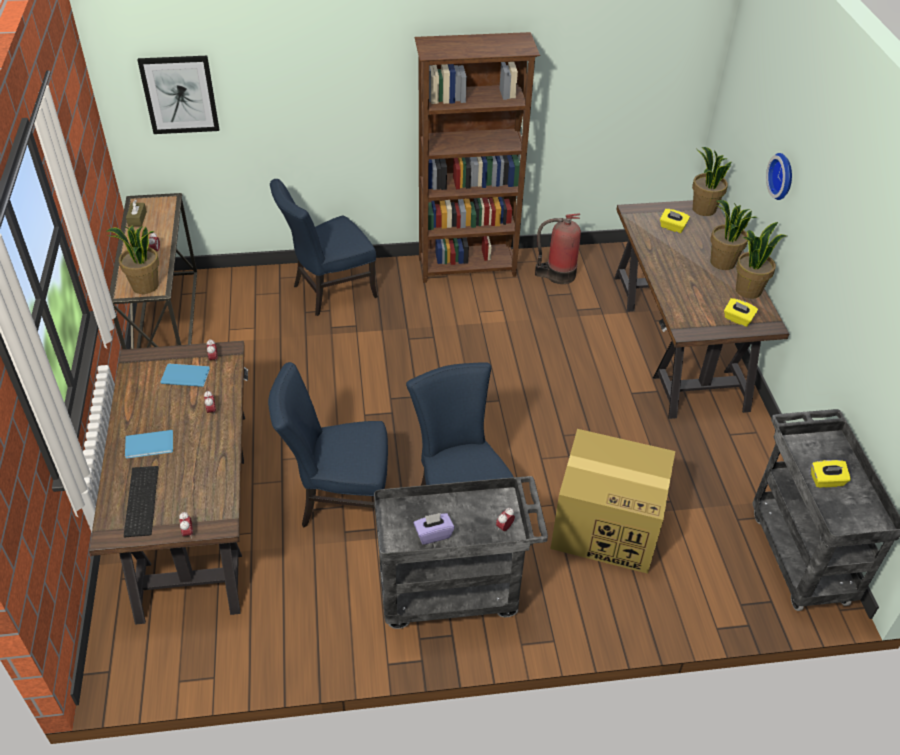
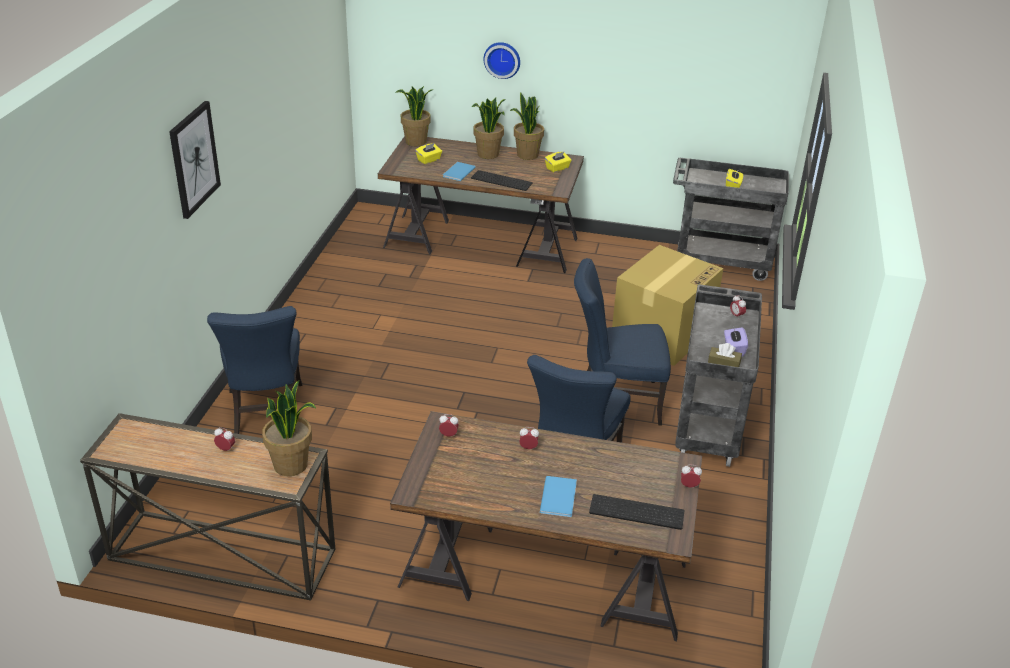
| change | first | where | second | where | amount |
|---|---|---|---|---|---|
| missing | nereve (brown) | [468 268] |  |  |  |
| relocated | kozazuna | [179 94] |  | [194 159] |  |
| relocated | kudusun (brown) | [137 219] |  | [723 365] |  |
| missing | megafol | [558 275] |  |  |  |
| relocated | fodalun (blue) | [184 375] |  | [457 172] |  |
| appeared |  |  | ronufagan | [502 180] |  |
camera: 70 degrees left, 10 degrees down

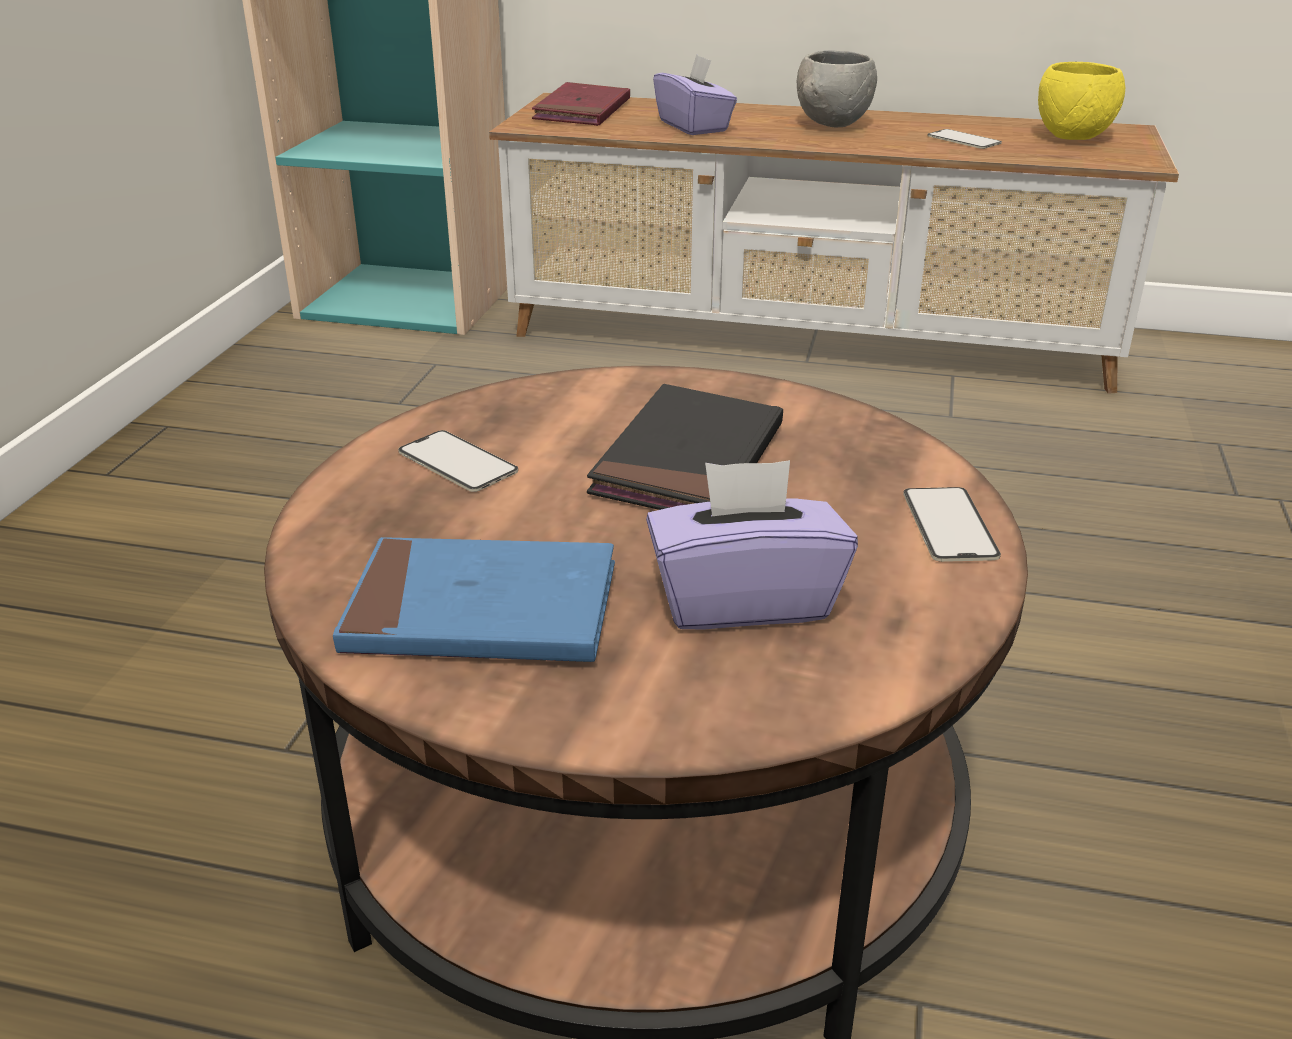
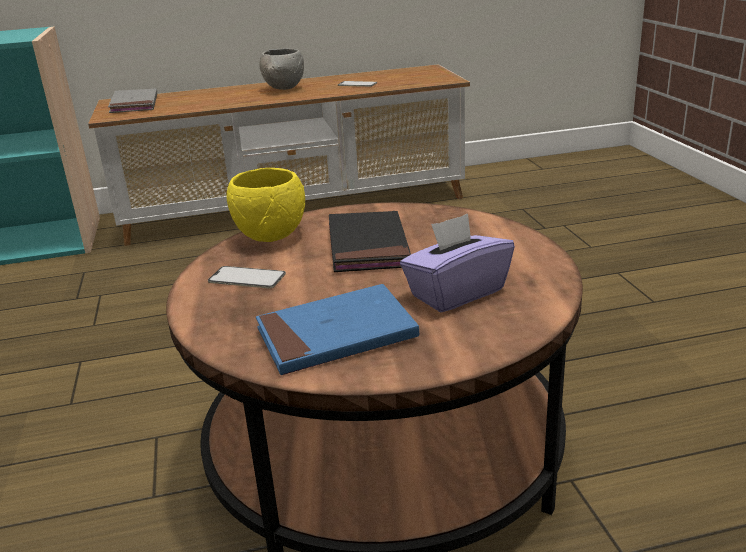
| change | first | where | second | where | amount |
|---|---|---|---|---|---|
| missing | kudusun (purple) | [694 126] |  |  |  |
| relocated | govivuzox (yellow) | [1074 138] |  | [272 237] |  |
| colour | fodalun (red) | [582 111] | fodalun (grey) | [134 104] |  |
| missing | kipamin | [949 525] |  |  |  |
camera: 25 degrees left, 5 degrees down

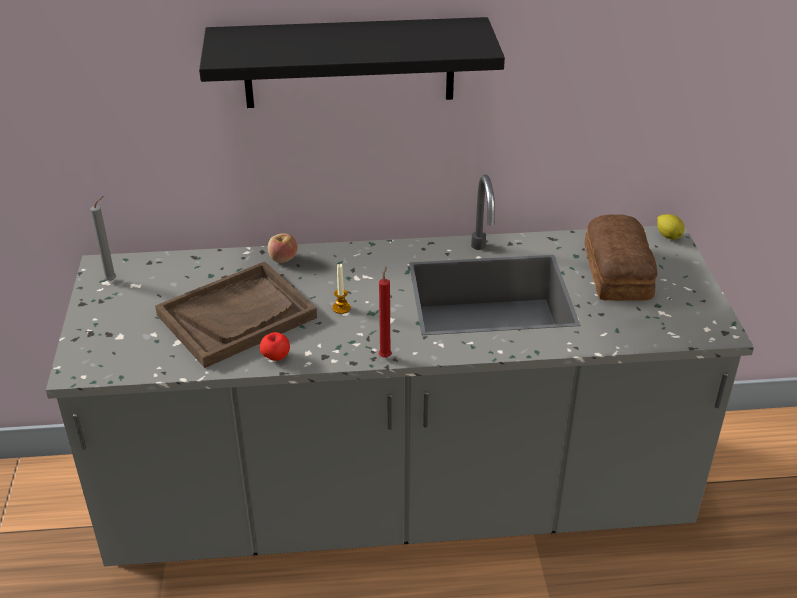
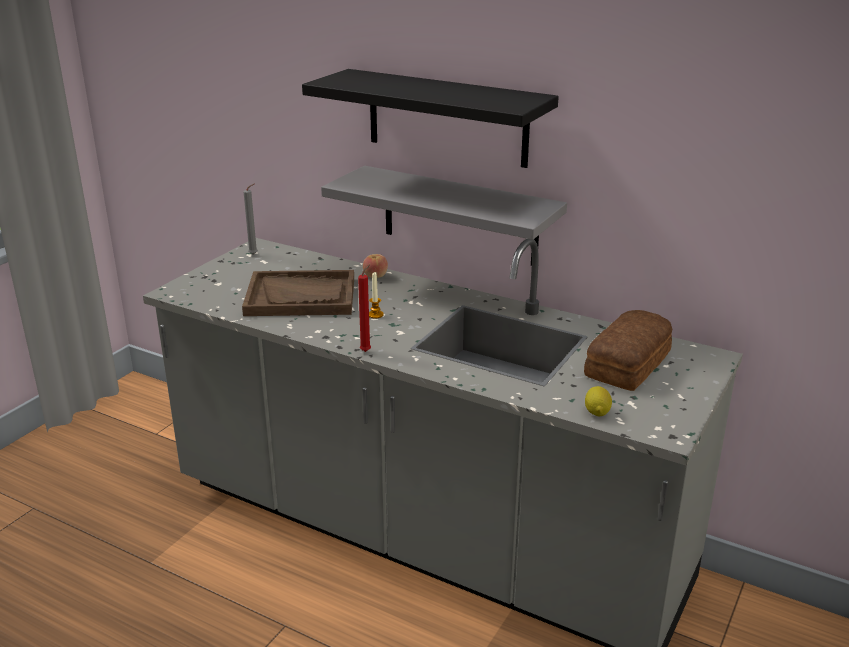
| change | first | where | second | where | amount |
|---|---|---|---|---|---|
| relocated | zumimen | [668 236] |  | [597 412] |  |
| missing | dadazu | [275 357] |  |  |  |
| appeared |  |  | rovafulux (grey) | [459 216] |  |
camera: 35 degrees right, 10 degrees down

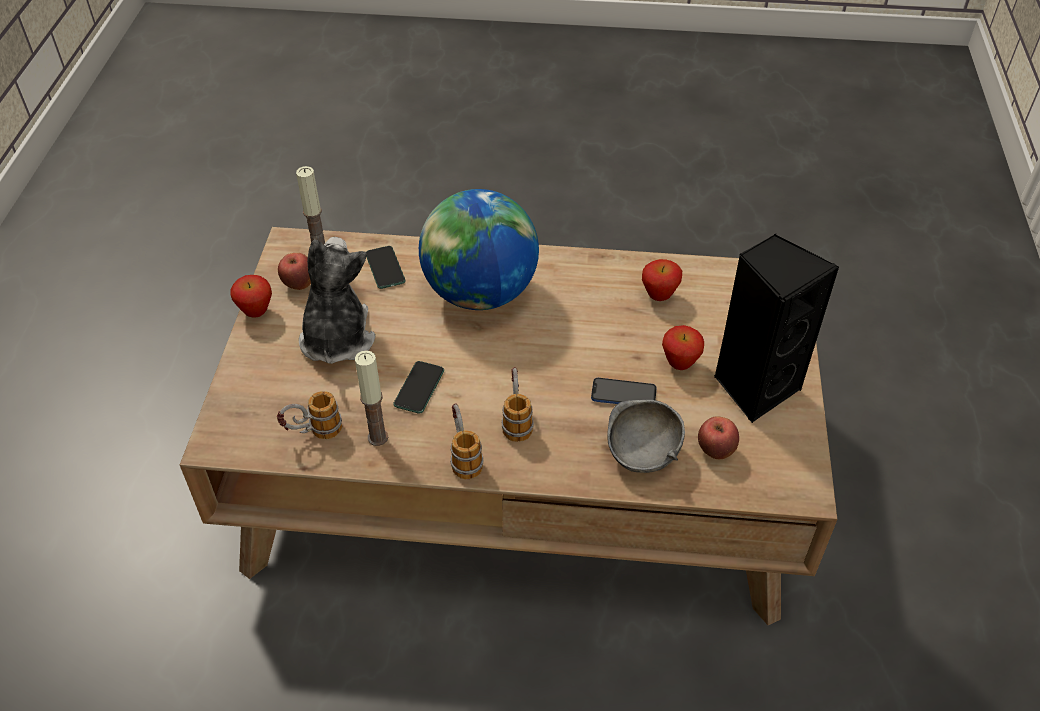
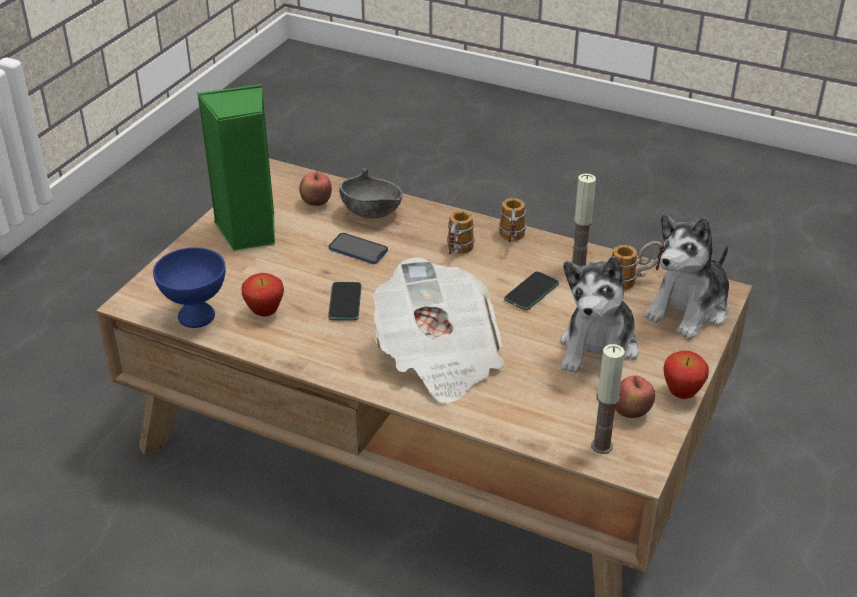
| change | first | where | second | where | amount |
|---|---|---|---|---|---|
| exchanged | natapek | [480 293] | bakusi | [438 357] |  |
| colour | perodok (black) | [754 386] | perodok (green) | [248 232] |  |
| relocated | kipamin | [385 268] |  | [345 302] |  |
| missing | dadazu | [679 364] |  |  |  |
| appeared |  |  | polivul | [689 310] |  |
| appeared |  |  | govivuzox (blue) | [197 316] |  |
camera: 160 degrees left, 10 degrees down

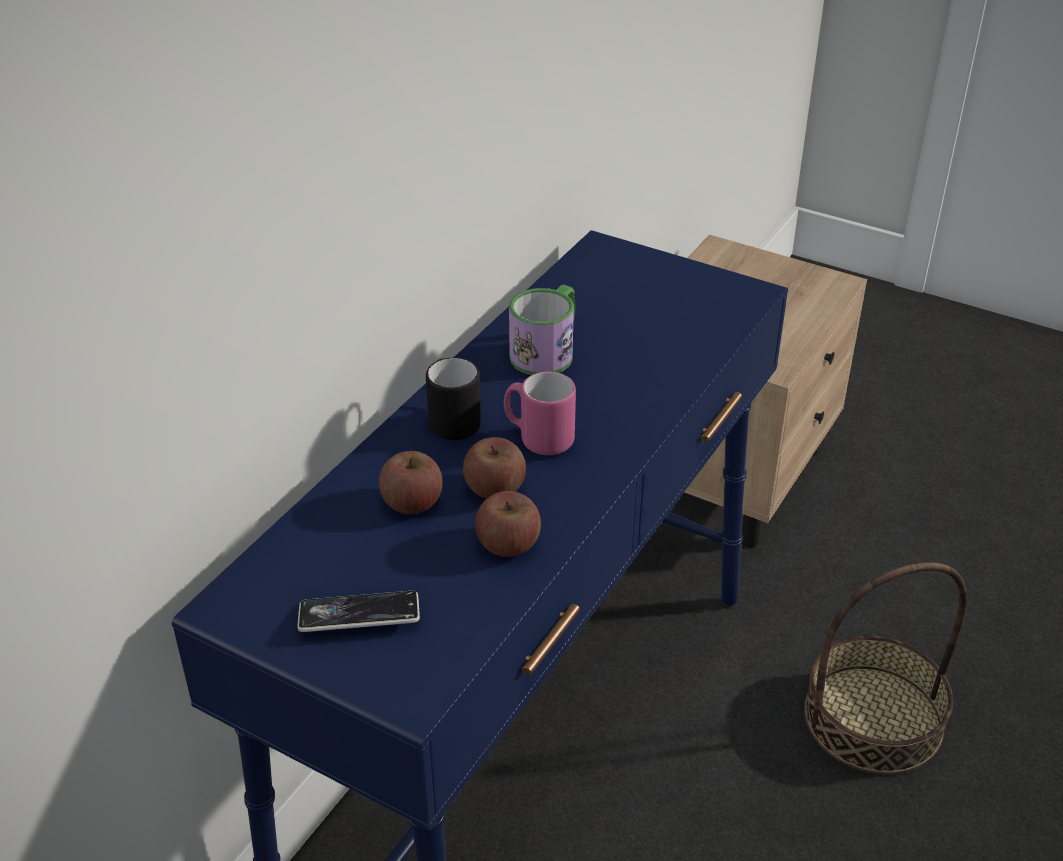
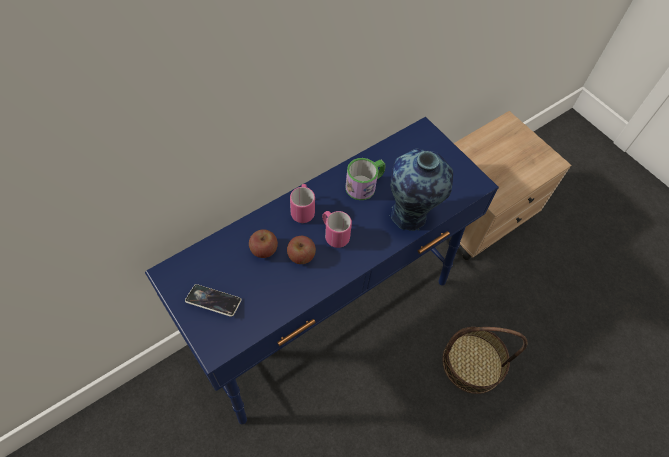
| change | first | where | second | where | amount |
|---|---|---|---|---|---|
| colour | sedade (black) | [451 420] | sedade (pink) | [303 210] |  |
| missing | dadazu | [508 544] |  |  |  |
| appeared |  |  | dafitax | [410 217] |  |
camera: 20 degrees right, 20 degrees up

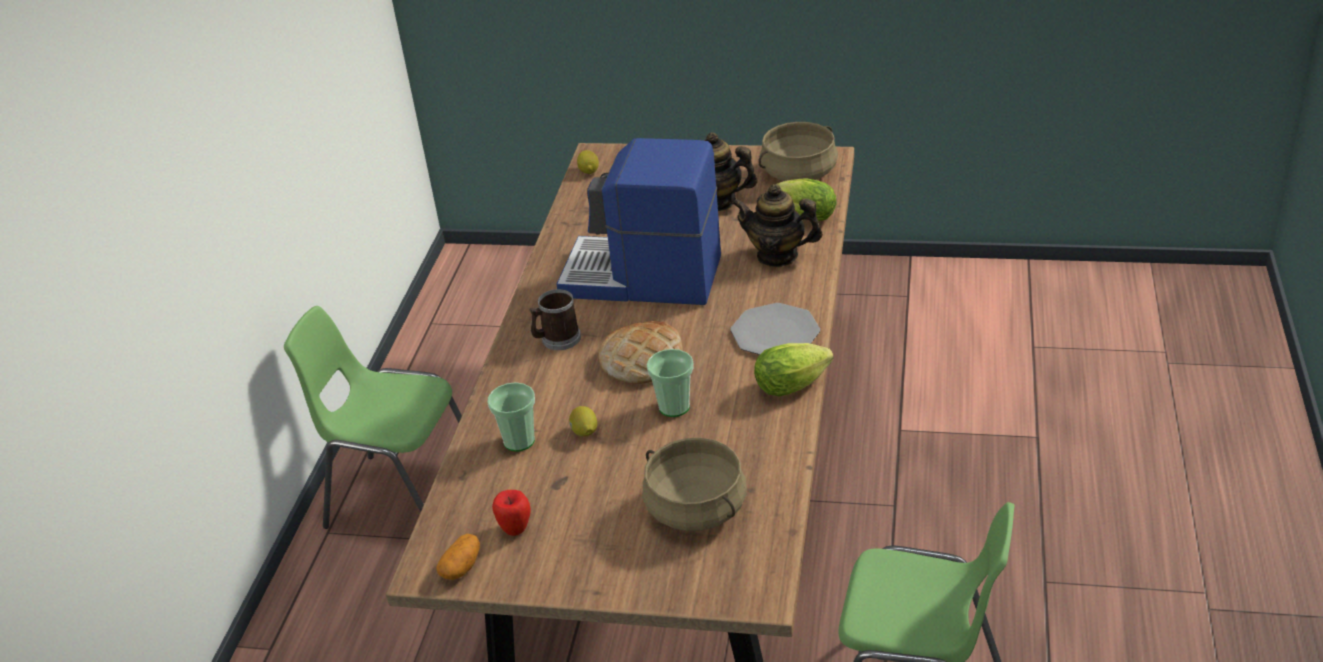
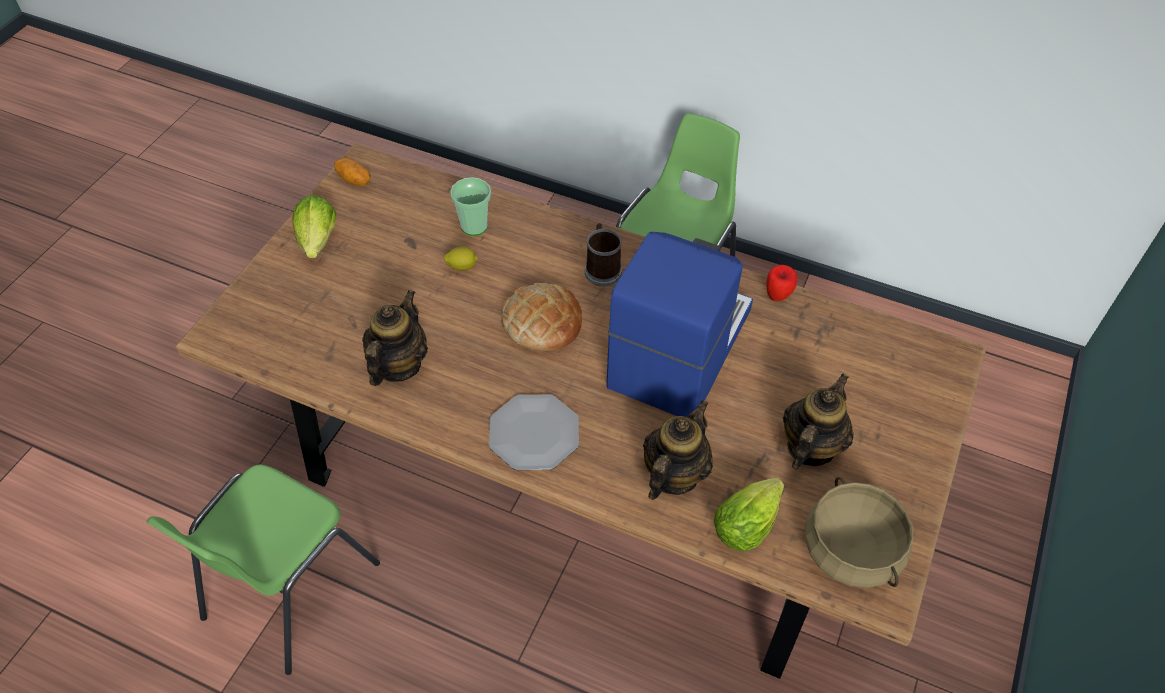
| change | first | where | second | where | amount |
|---|---|---|---|---|---|
| missing | zumimen | [589 171] |  |  |  |
| relocated | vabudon | [795 384] |  | [317 244] |  |
| missing | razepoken | [674 407] |  |  |  |
| missing | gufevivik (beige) | [695 509] |  |  |  |
| relocated | dadazu | [515 529] |  | [777 296] |  |
| appeared |  |  | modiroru | [398 365] |  |
camera: 100 degrees right, 15 degrees up

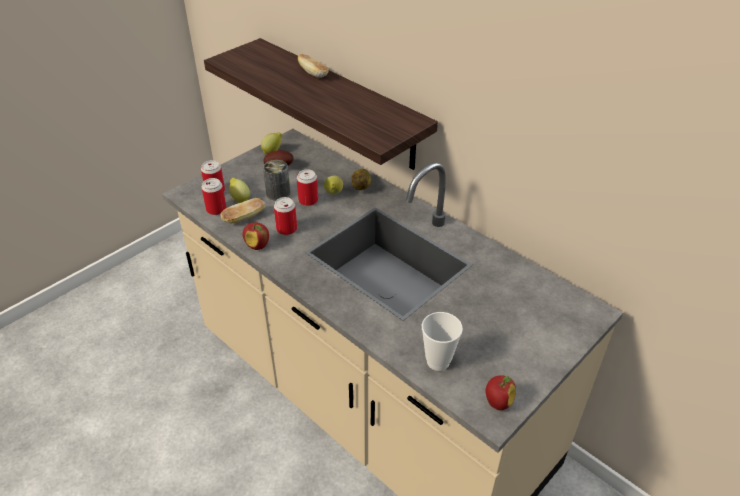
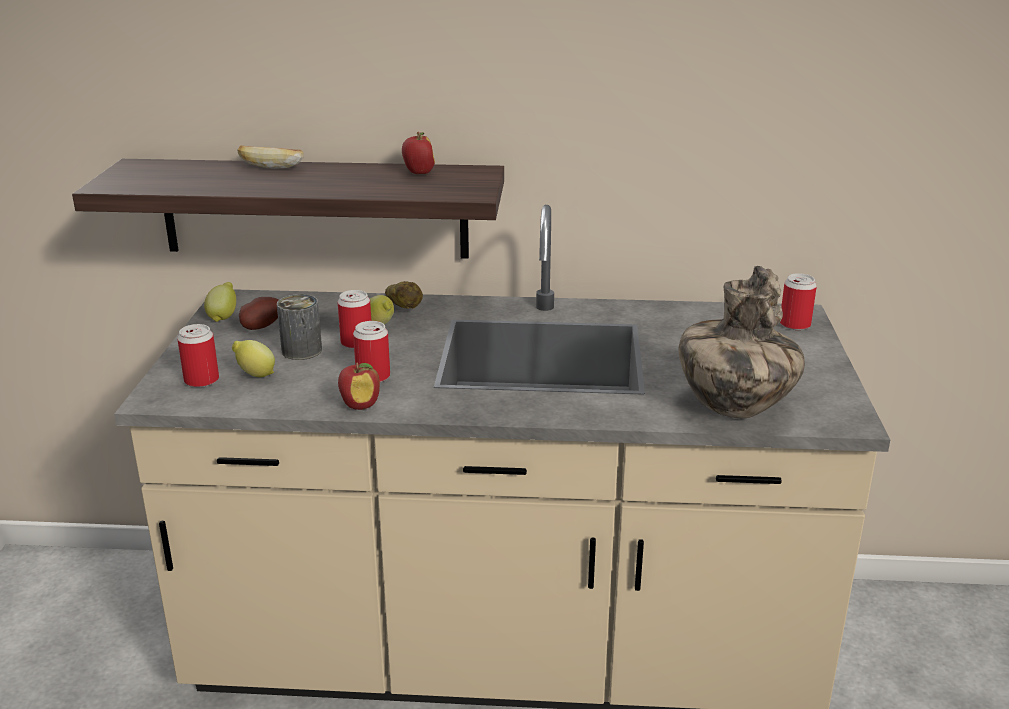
| change | first | where | second | where | amount |
|---|---|---|---|---|---|
| relocated | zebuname | [216 209] |  | [794 324] |  |
| missing | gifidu | [244 218] |  |  |  |
| exchanged | razepoken | [438 361] | dafitax | [733 407] |  |
| relocated | dadazu | [497 402] |  | [418 173] |  |
camera: 40 degrees left, 15 degrees down

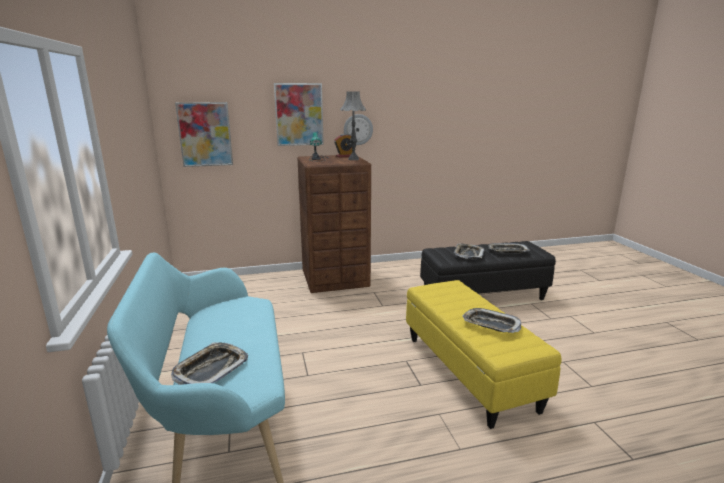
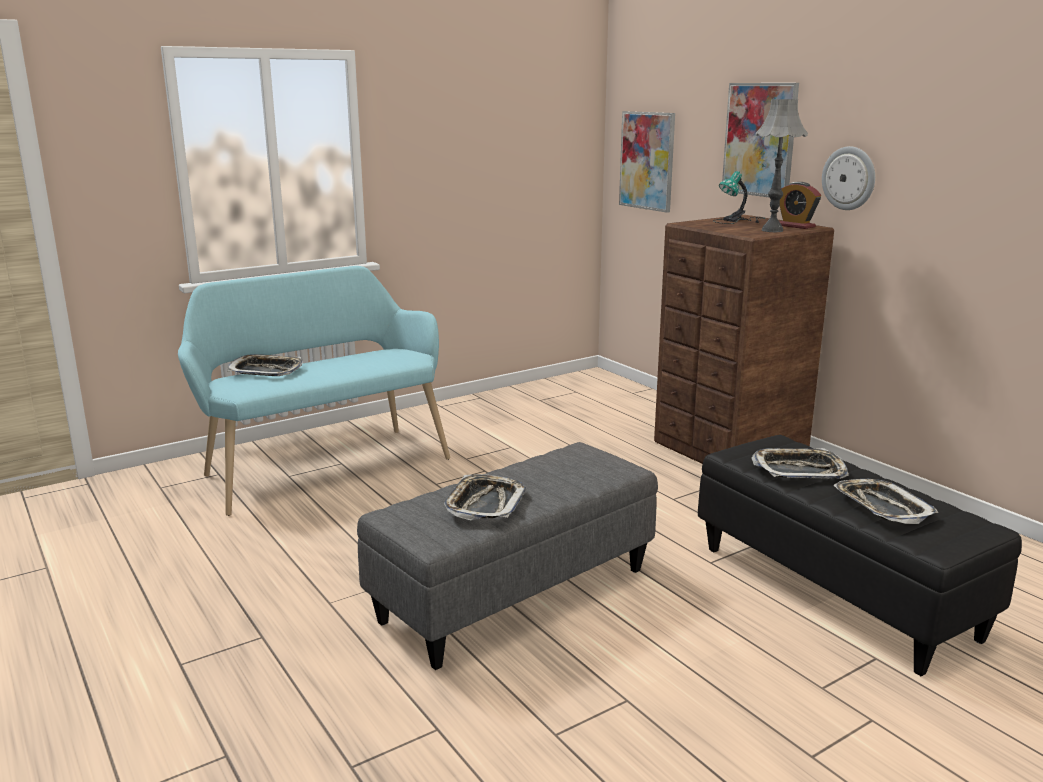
| change | first | where | second | where | amount |
|---|---|---|---|---|---|
| colour | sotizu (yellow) | [467 373] | sotizu (grey) | [514 595] |  |
camera: 70 degrees right, 0 degrees up

